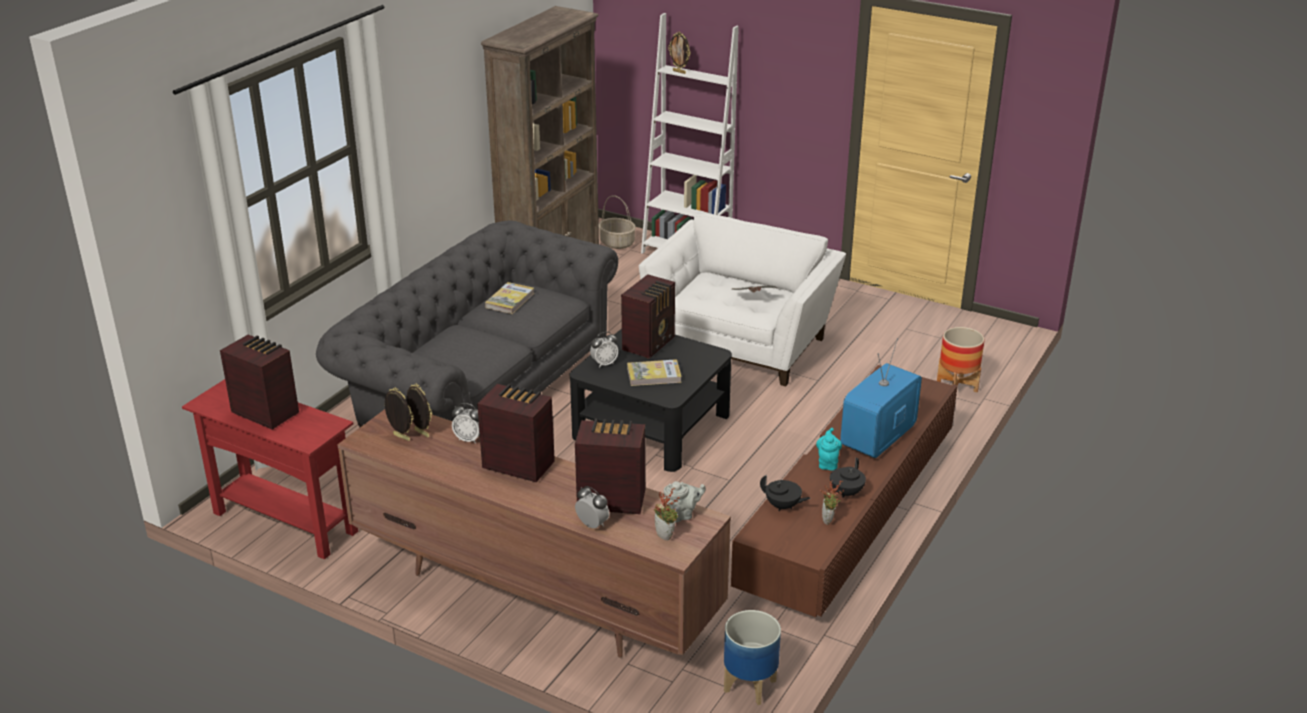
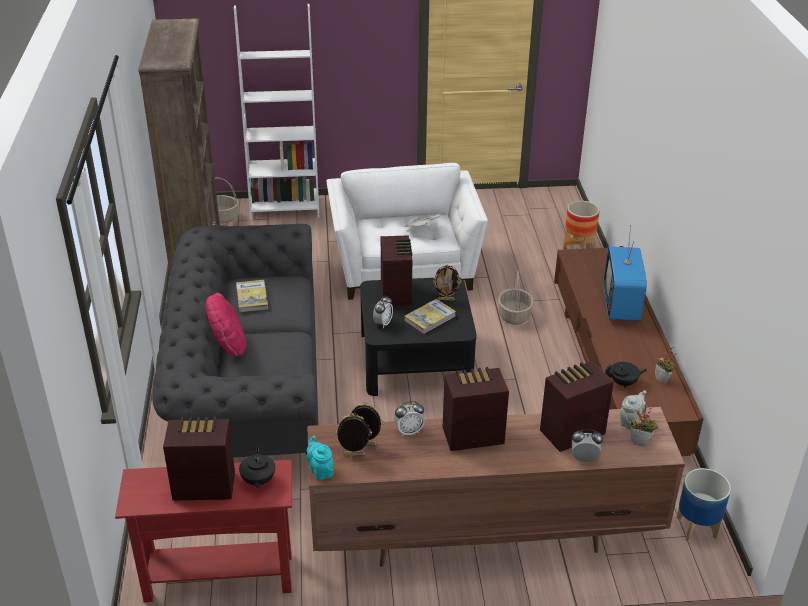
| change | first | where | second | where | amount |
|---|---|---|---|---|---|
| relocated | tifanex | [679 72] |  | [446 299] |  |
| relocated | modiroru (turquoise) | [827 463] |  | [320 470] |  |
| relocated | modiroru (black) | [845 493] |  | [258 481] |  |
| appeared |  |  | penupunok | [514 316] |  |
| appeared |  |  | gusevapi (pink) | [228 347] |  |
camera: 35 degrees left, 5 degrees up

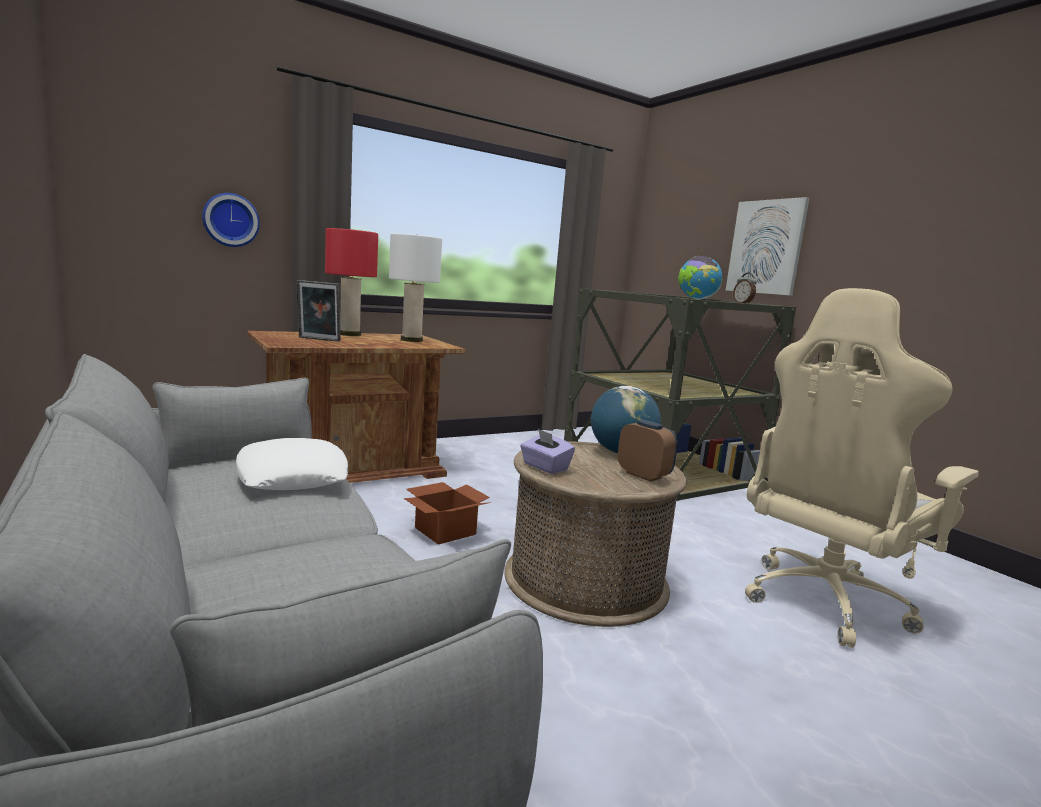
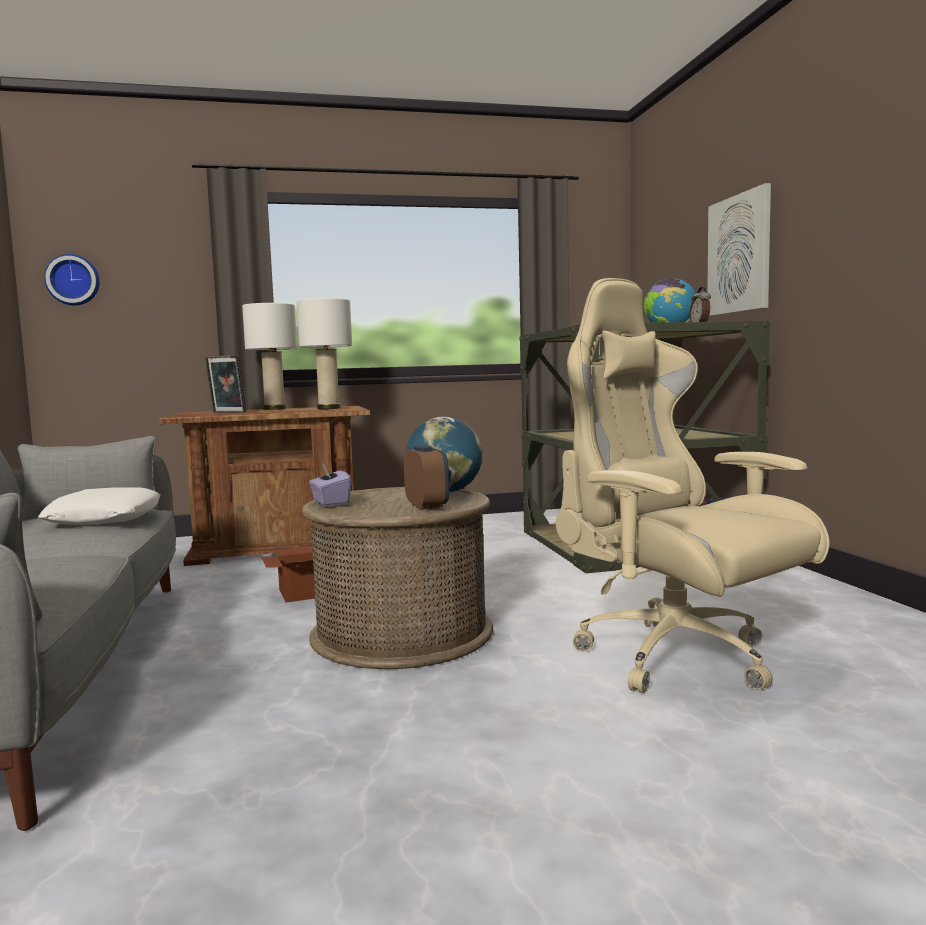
| change | first | where | second | where | amount |
|---|---|---|---|---|---|
| relocated | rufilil | [230 220] |  | [73 280] |  |
| colour | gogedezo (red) | [350 334] | gogedezo (white) | [275 409] |  |
| spun | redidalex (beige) | [828 599] |  | [686 661] | 75 degrees clockwise |
camera: 20 degrees right, 5 degrees down

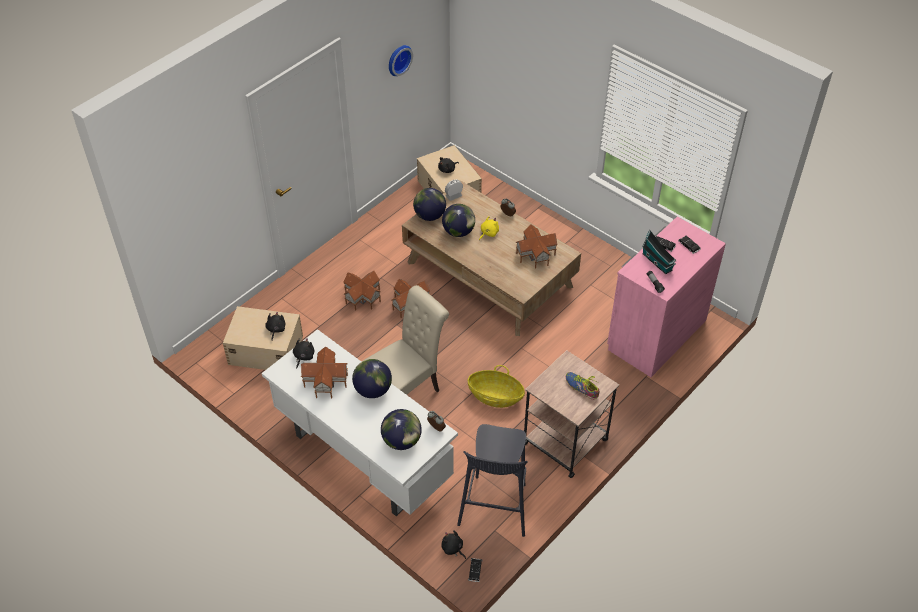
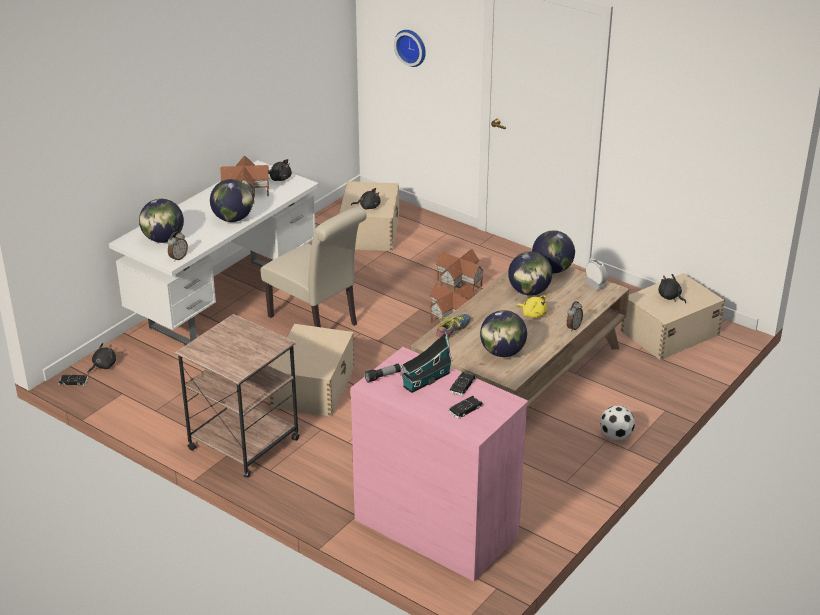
| change | first | where | second | where | amount |
|---|---|---|---|---|---|
| relocated | rufilil | [398 59] |  | [412 47] |  |
| exchanged | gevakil | [536 254] | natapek | [502 352] |  |
| exchanged | penupunok | [495 396] | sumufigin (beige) | [314 386] |  |
| relocated | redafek | [581 387] |  | [452 330] |  |
| missing | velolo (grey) | [495 507] |  |  |  |
| appeared |  |  | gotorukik | [616 435] |  |
camera: 85 degrees right, 15 degrees down

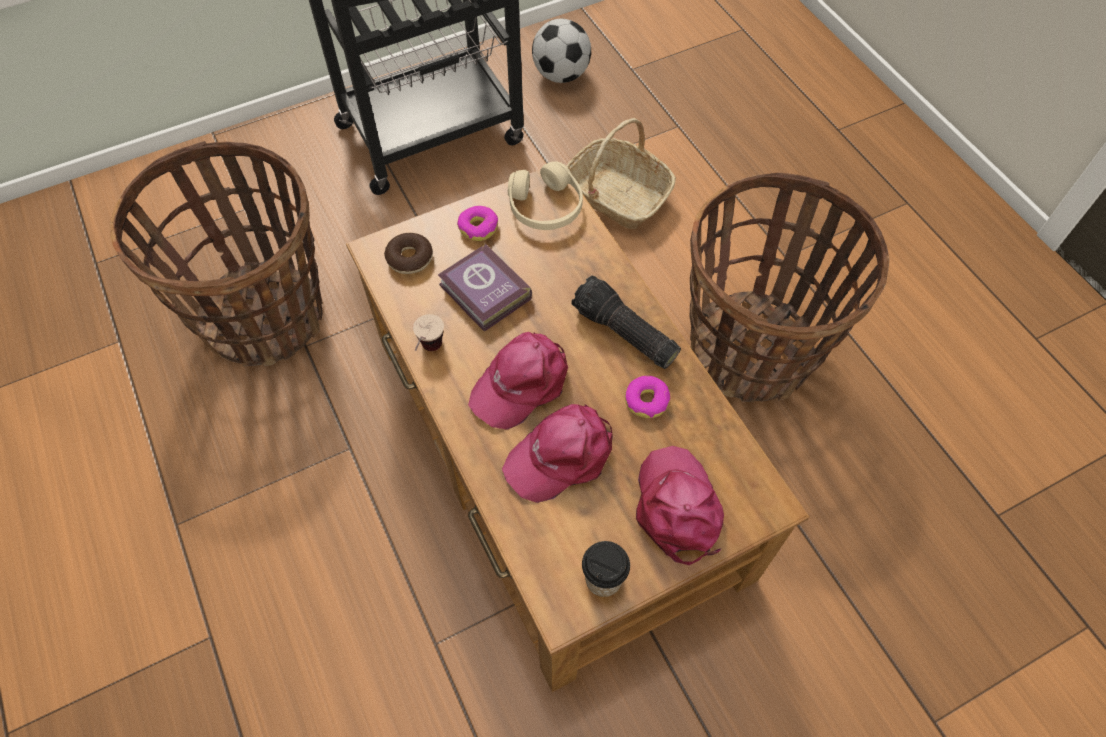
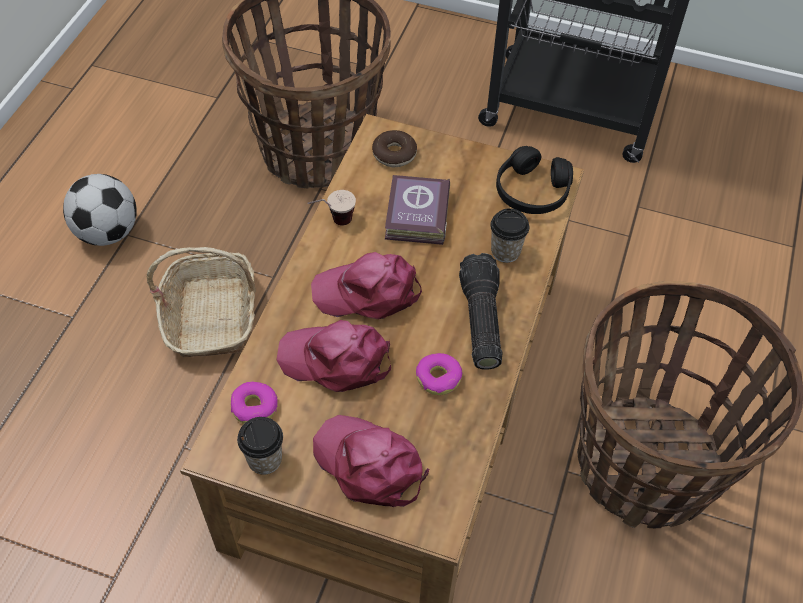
| change | first | where | second | where | amount |
|---|---|---|---|---|---|
| relocated | gotorukik | [562 75] |  | [108 233] |  |
| relocated | penupunok | [616 195] |  | [211 316] |  |
| colour | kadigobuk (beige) | [545 206] | kadigobuk (black) | [532 191] |  |
| relocated | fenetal | [478 227] |  | [254 407] |  |
| spun | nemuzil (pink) | [678 508] |  | [370 465] | 90 degrees counterclockwise |
| appeared |  |  | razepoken | [505 251] |  |
camera: 45 degrees right, 5 degrees down

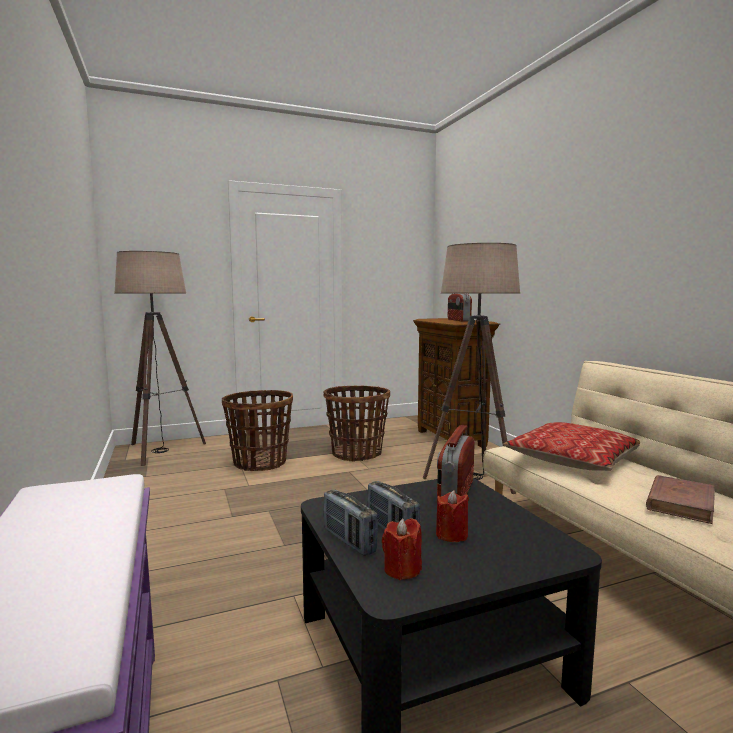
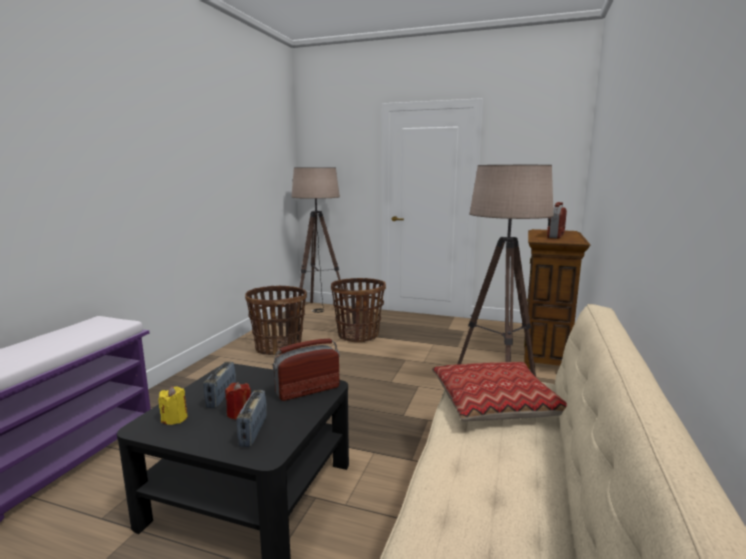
| change | first | where | second | where | amount |
|---|---|---|---|---|---|
| relocated | penupunok | [357 454] |  | [278 348] |  |
| missing | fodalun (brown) | [681 502] |  |  |  |
| relocated | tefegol | [349 541] |  | [253 432] |  |
| colour | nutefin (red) | [402 570] | nutefin (yellow) | [175 418] |  |
camera: 40 degrees right, 5 degrees up

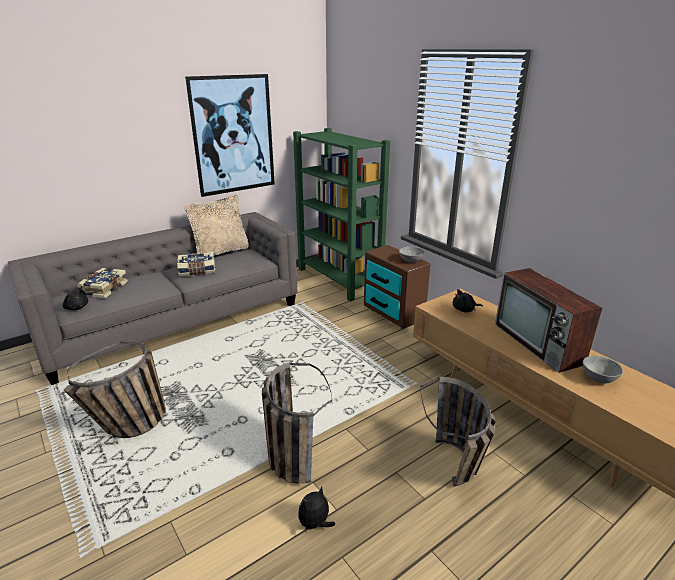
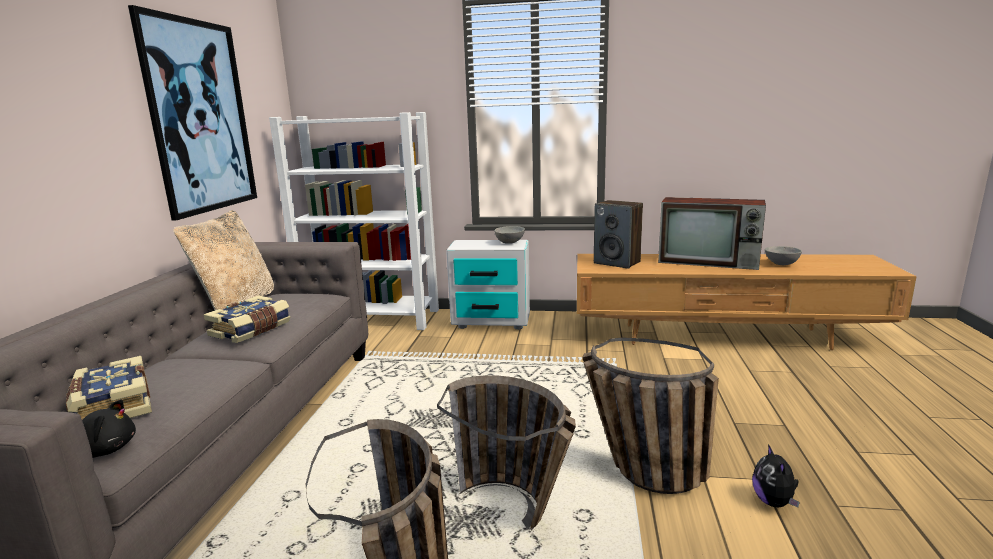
| change | first | where | second | where | amount |
|---|---|---|---|---|---|
| colour | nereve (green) | [339 279] | nereve (white) | [371 318] |  |
| colour | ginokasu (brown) | [392 316] | ginokasu (white) | [491 324] |  |
| exchanged | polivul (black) | [464 310] | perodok | [617 262] |  |
| relocated | penupunok | [457 472] |  | [518 513] |  |
camera: 45 degrees left, 10 degrees down

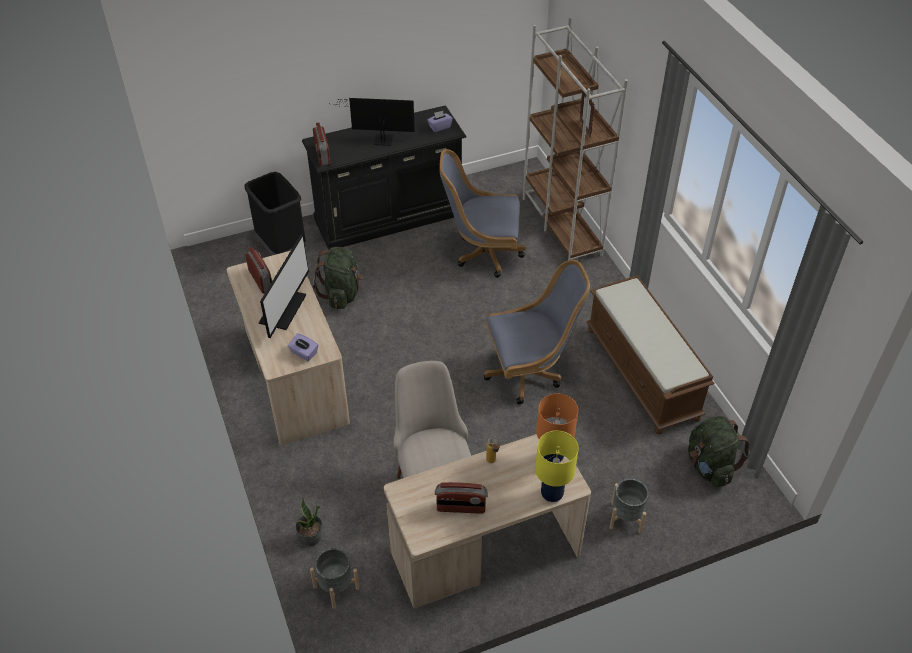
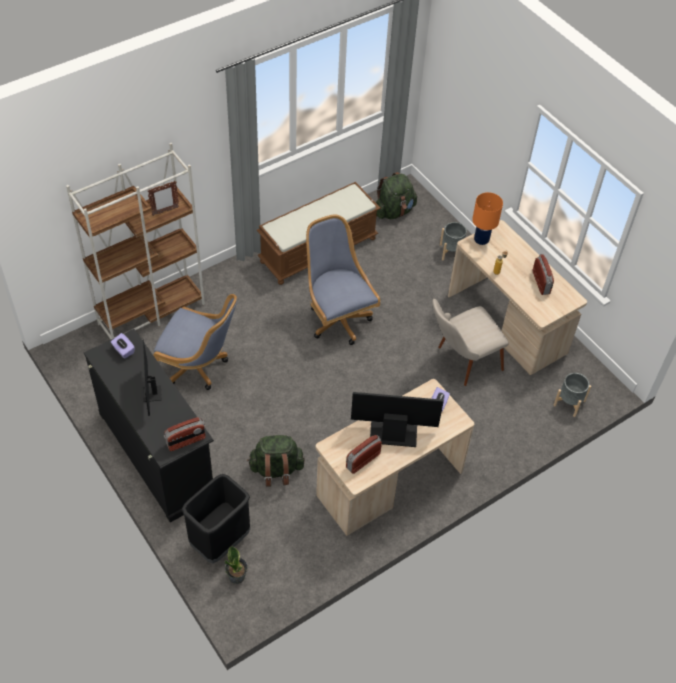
| change | first | where | second | where | amount |
|---|---|---|---|---|---|
| spun | redidalex (blue) | [482 254] |  | [200 368] | 60 degrees counterclockwise |
| missing | gogedezo (yellow) | [552 494] |  |  |  |
| relocated | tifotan | [311 538] |  | [237 576] |  |
camera: 105 degrees left, 5 degrees up

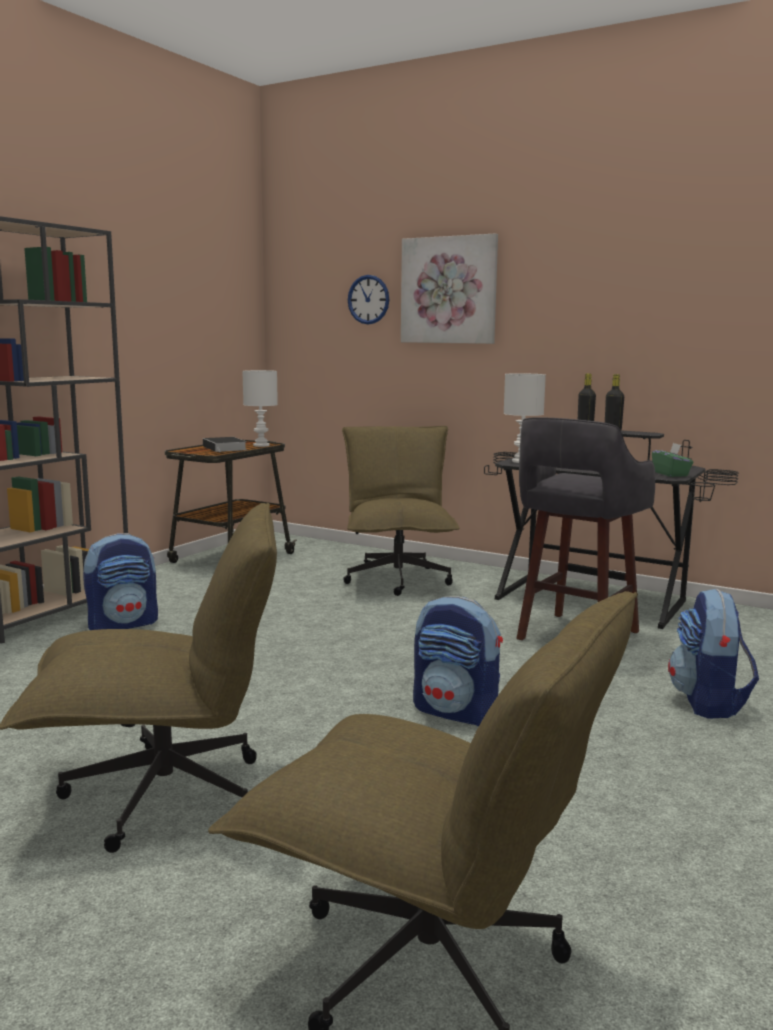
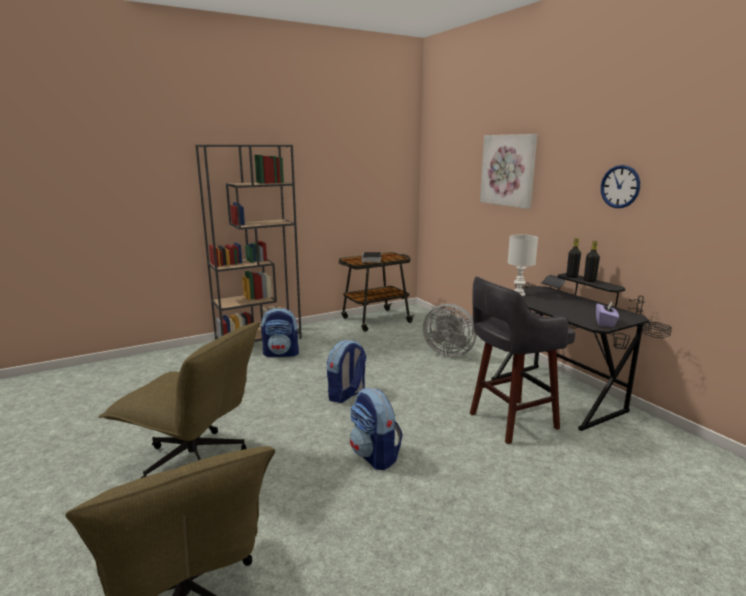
| change | first | where | second | where | amount |
|---|---|---|---|---|---|
| relocated | rufilil | [368 299] |  | [620 186] |  |
| missing | gogedezo (white) | [261 445] |  |  |  |
| exchanged | redidalex (beige) | [398 580] | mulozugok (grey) | [448 353] |  |
| colour | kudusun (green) | [671 474] | kudusun (purple) | [605 323] |  |
| relocated | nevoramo | [708 703] |  | [346 395] |  |
camera: 30 degrees right, 5 degrees up

